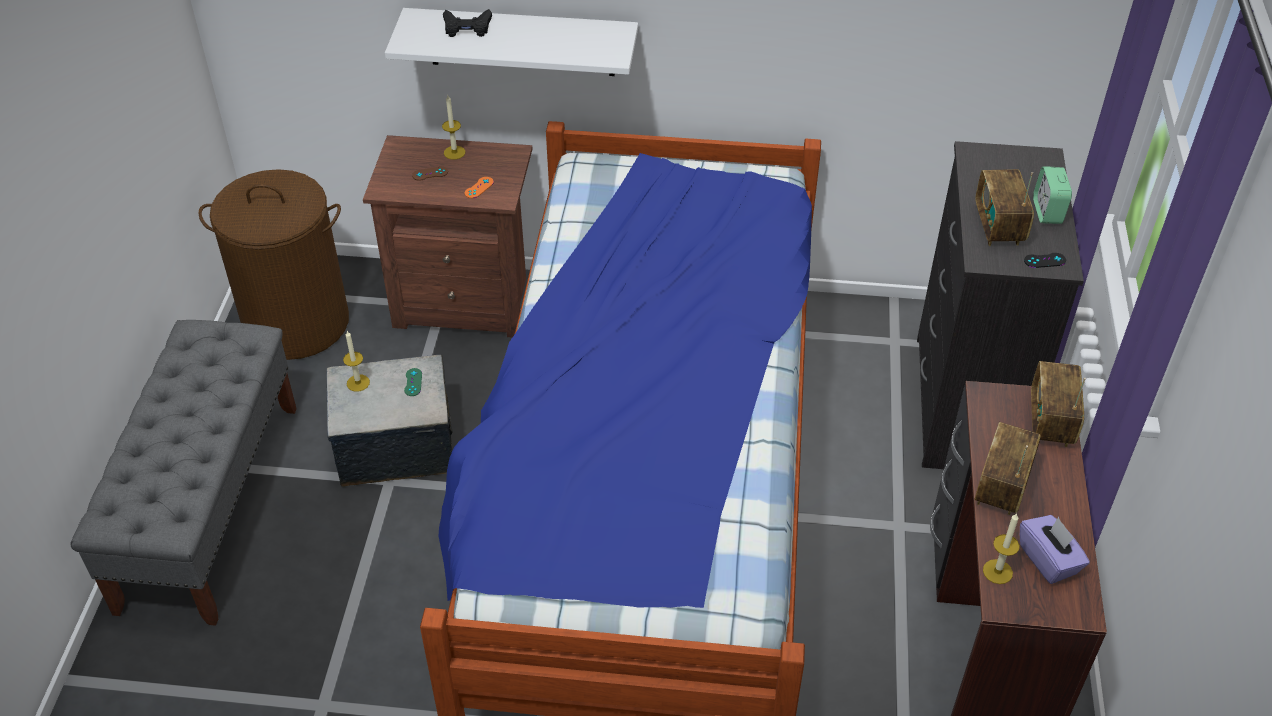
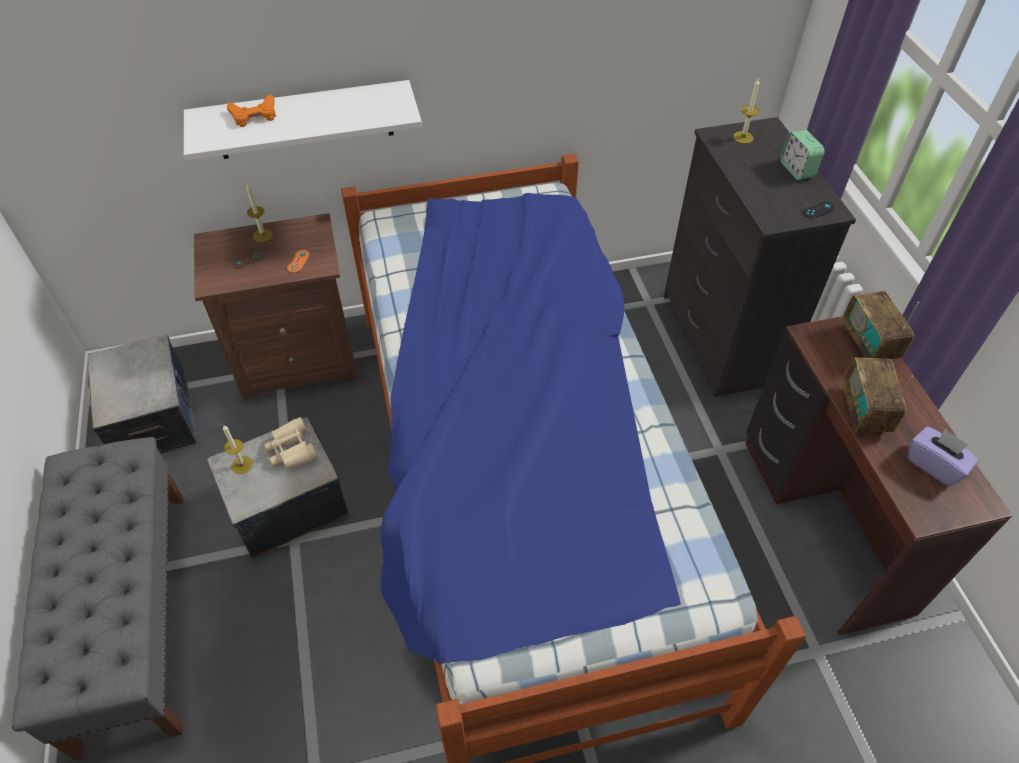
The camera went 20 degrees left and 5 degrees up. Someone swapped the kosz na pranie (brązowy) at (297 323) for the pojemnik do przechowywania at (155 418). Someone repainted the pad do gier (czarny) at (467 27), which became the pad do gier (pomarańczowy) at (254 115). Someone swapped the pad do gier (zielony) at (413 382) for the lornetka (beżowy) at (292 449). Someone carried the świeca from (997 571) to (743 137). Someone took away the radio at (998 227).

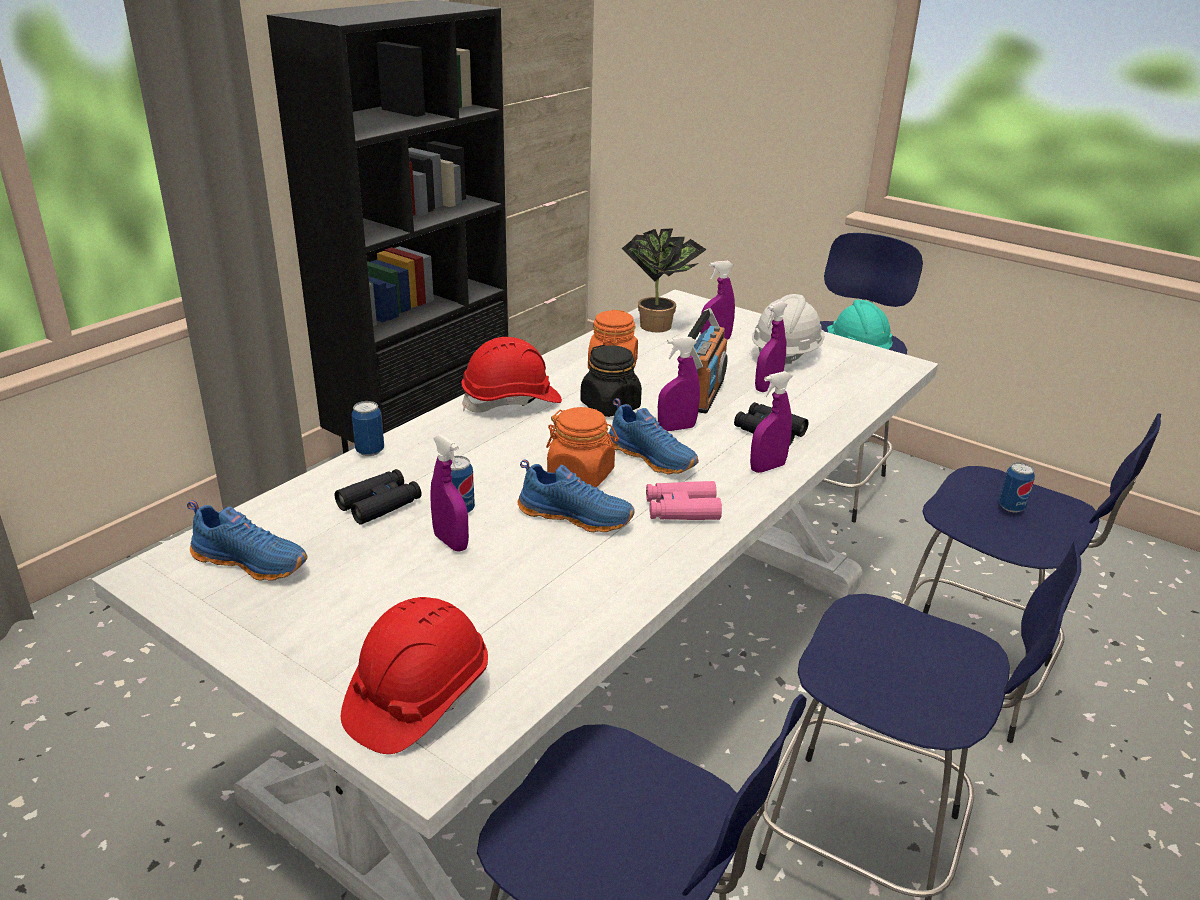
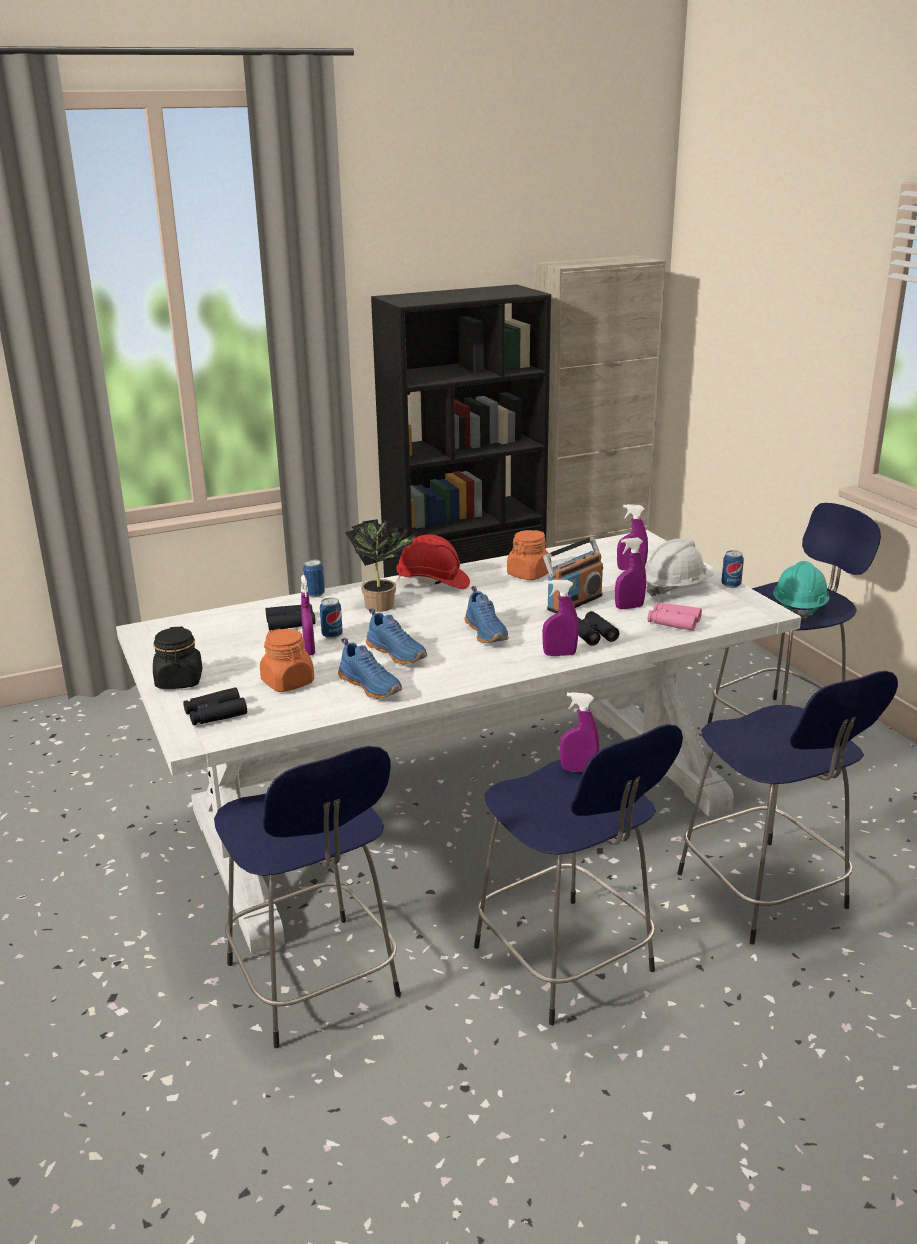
The camera went 30 degrees right and 5 degrees down. Someone carried the słoik (czarny) from (610 406) to (179 681). Someone swapped the kask (czerwony) at (417 698) for the lornetka (czarny) at (215 714). Someone carried the słoik (pomarańczowy) from (581 475) to (288 682). Someone carried the but (niebieski) from (252 561) to (371 686). Someone carried the roślina doniczkowa from (659 325) to (384 605). Someone carried the spryskiwacz (fioletowy) from (676 428) to (578 770). Someone carried the lornetka (różowy) from (682 509) to (673 622). Someone carried the puszka from (1011 507) to (731 585).

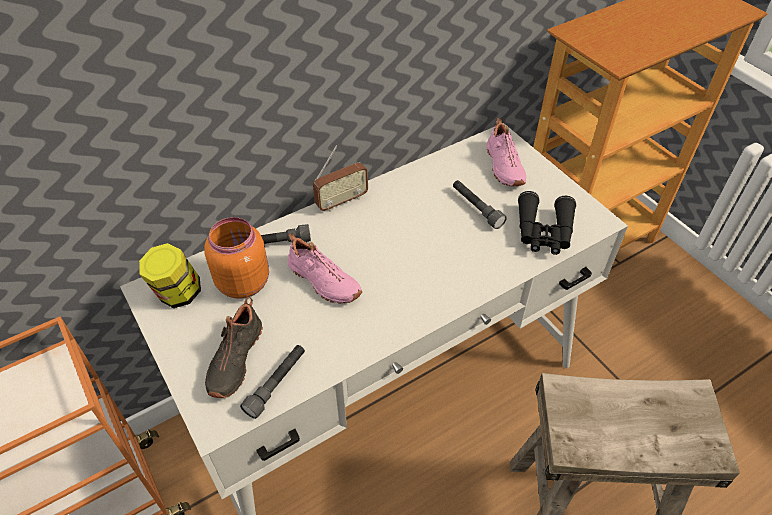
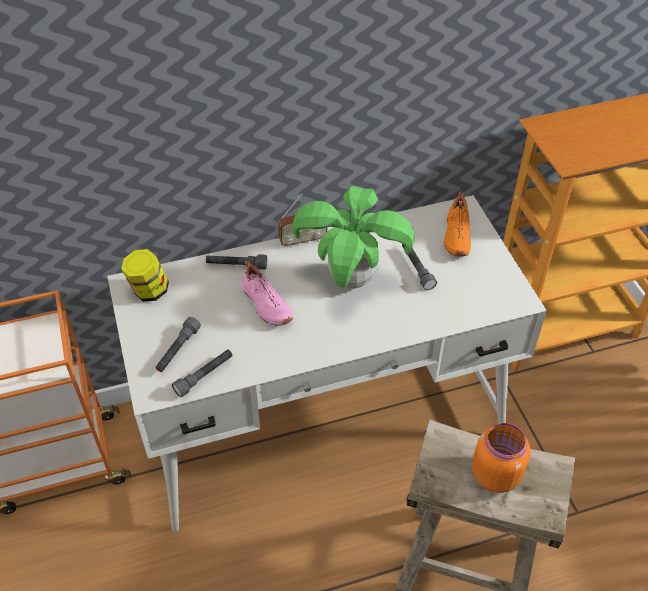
The camera went 15 degrees right and 0 degrees up. Someone swapped the but (czarny) at (234 359) for the latarka (szary) at (178 350). Someone put down the roślina doniczkowa at (351 279). Someone repainted the but (różowy) at (503 166), which became the but (pomarańczowy) at (456 236). Someone carried the słoik (pomarańczowy) from (243 281) to (495 473). Someone took away the lornetka (czarny) at (544 232).

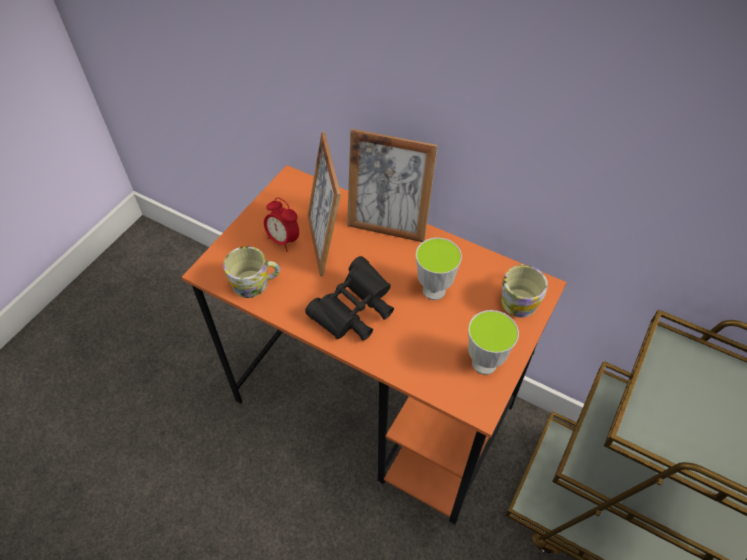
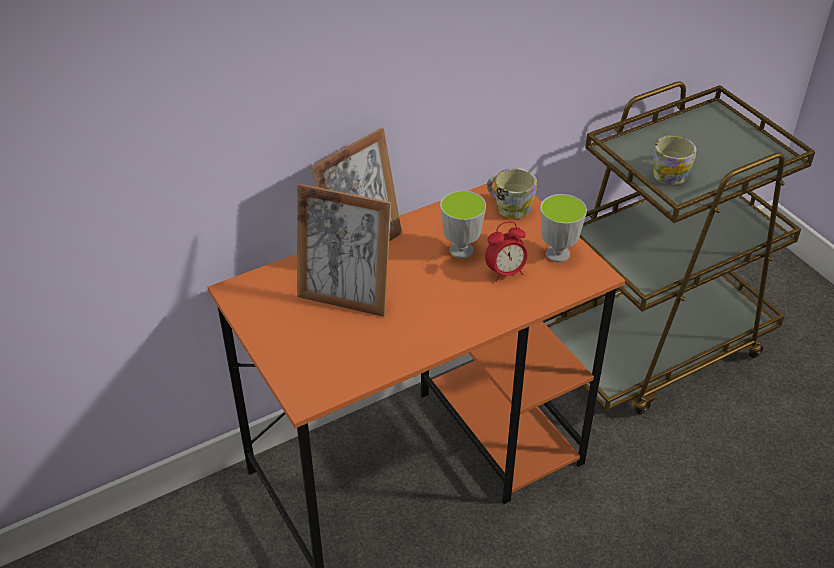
The camera went 60 degrees left and 10 degrees down. Someone carried the budzik from (283 240) to (505 272). Someone carried the kubek from (255 283) to (670 172). Someone took away the lornetka (czarny) at (354 312).

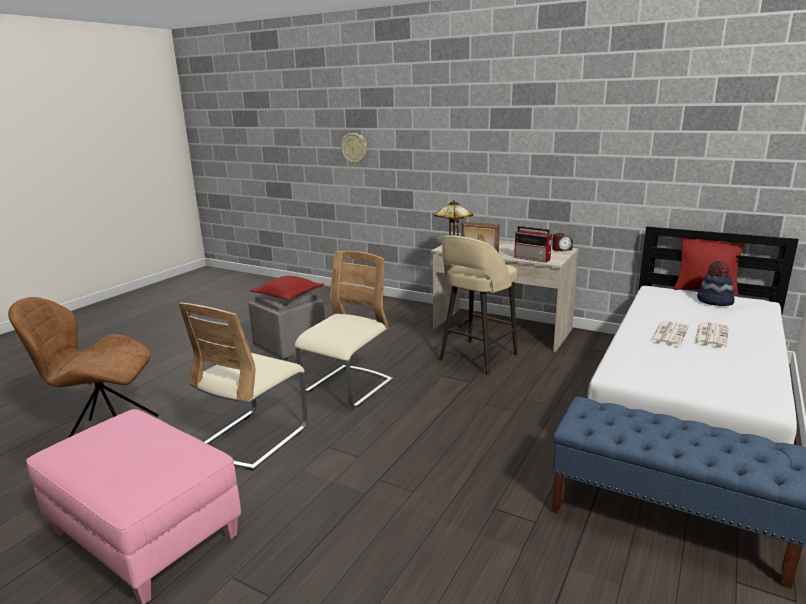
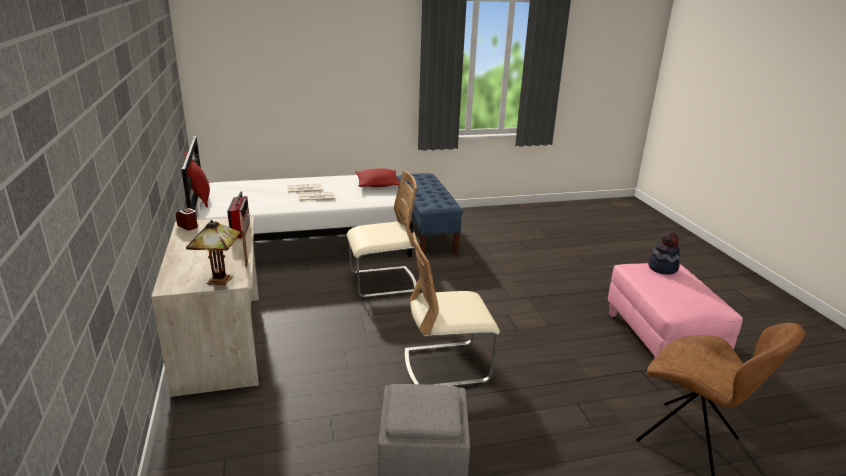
The camera went 135 degrees left and 5 degrees up. Someone carried the krzesło (beżowy) from (254 438) to (383 283). Someone carried the poduszka (czerwony) from (288 295) to (377 184). Someone carried the kapelusz from (714 301) to (663 268). Someone took away the zegar ścienny at (354 148). Someone took away the stołek (beżowy) at (476 358).

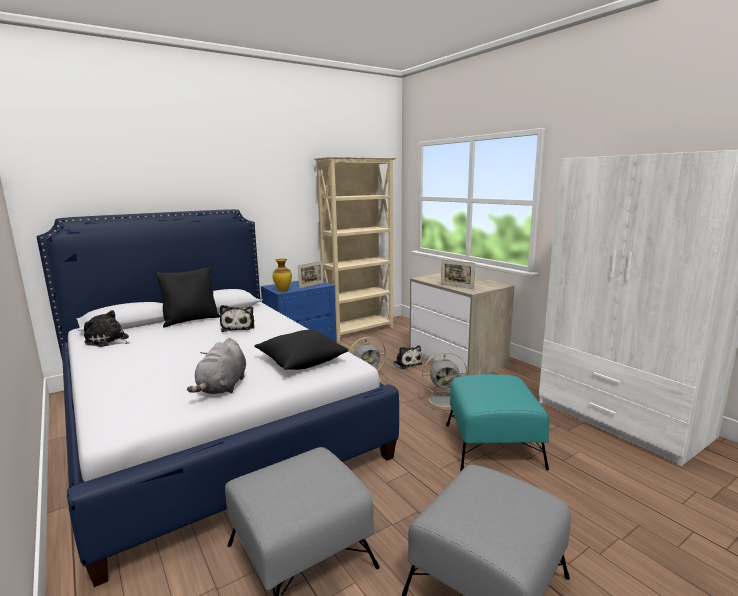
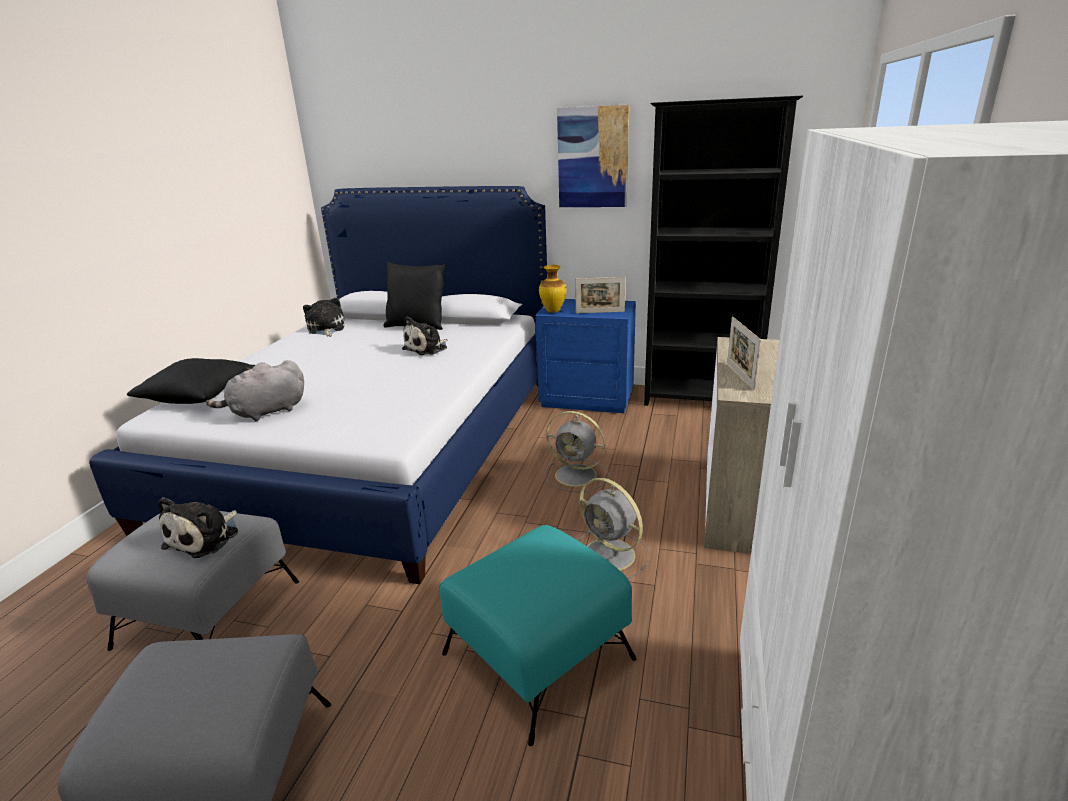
The camera went 50 degrees right and 10 degrees up. Someone carried the poduszka (czarny) from (300 361) to (199 394). Someone carried the pluszak from (406 363) to (205 537). Someone put up the obraz at (593 158). Someone repainted the regał (beżowy) at (359 331), which became the regał (czarny) at (701 400).

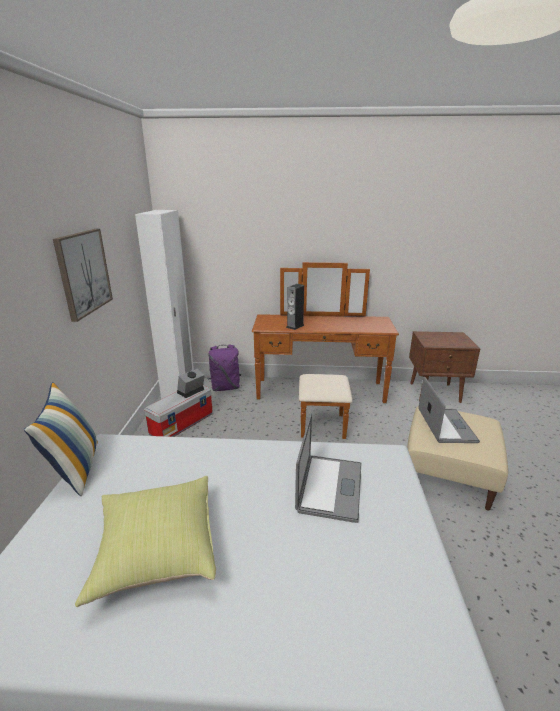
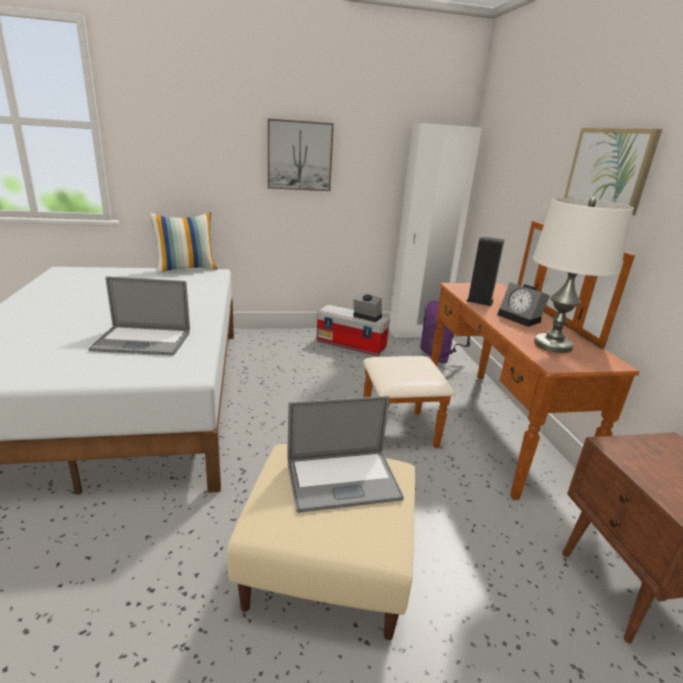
The camera went 75 degrees right and 0 degrees up. Someone put down the budzik at (521 318). Someone put down the lampa stołowa (biały) at (552 345). Someone put up the obraz at (609 168). Someone took away the poduszka (żółty) at (156 549).

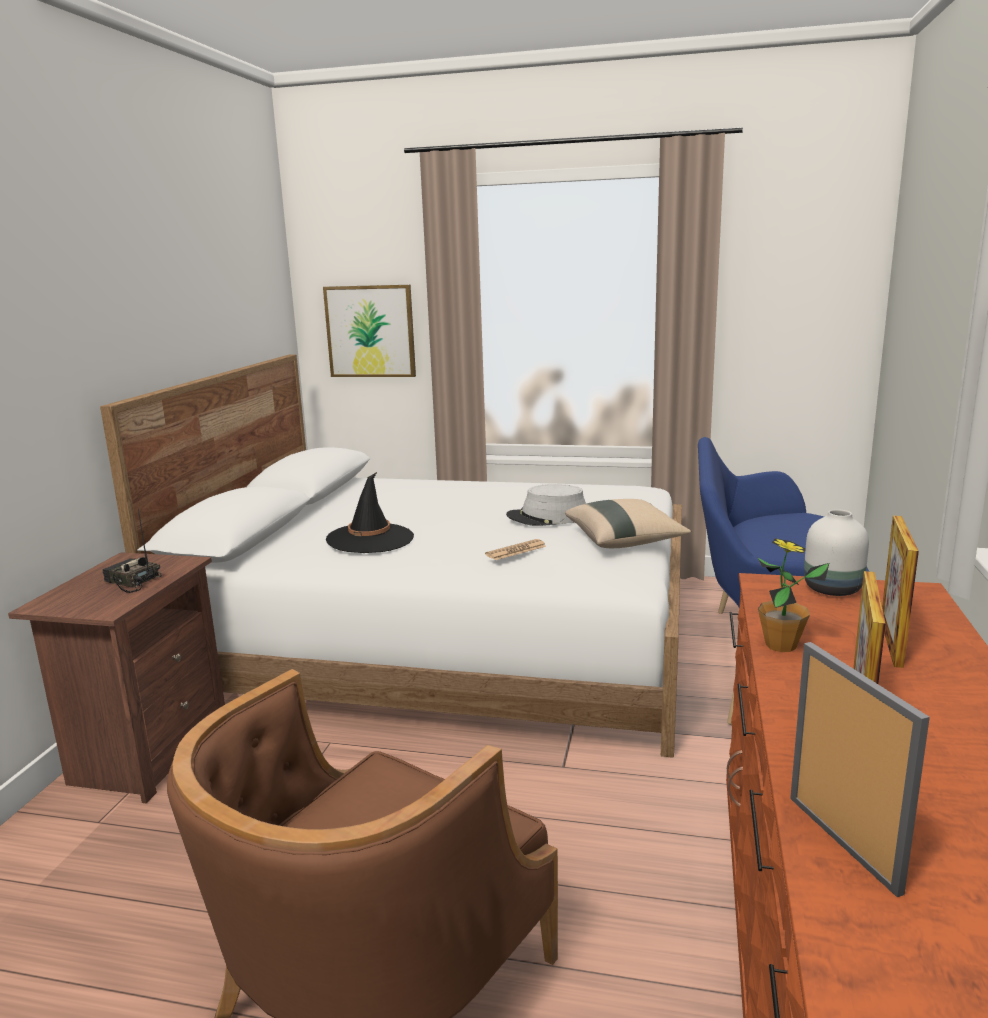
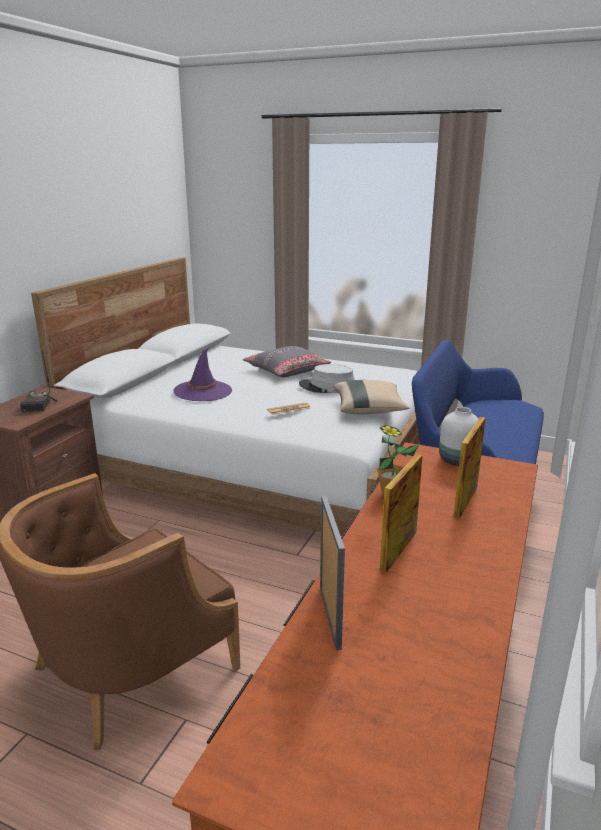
The camera went 10 degrees right and 5 degrees up. Someone rotated the radio at (131 582) by 135 degrees counterclockwise. Someone repainted the kapelusz (czarny) at (370 539), which became the kapelusz (fioletowy) at (203 391). Someone put down the poduszka (szary) at (286 370). Someone took away the obraz at (370 331).

